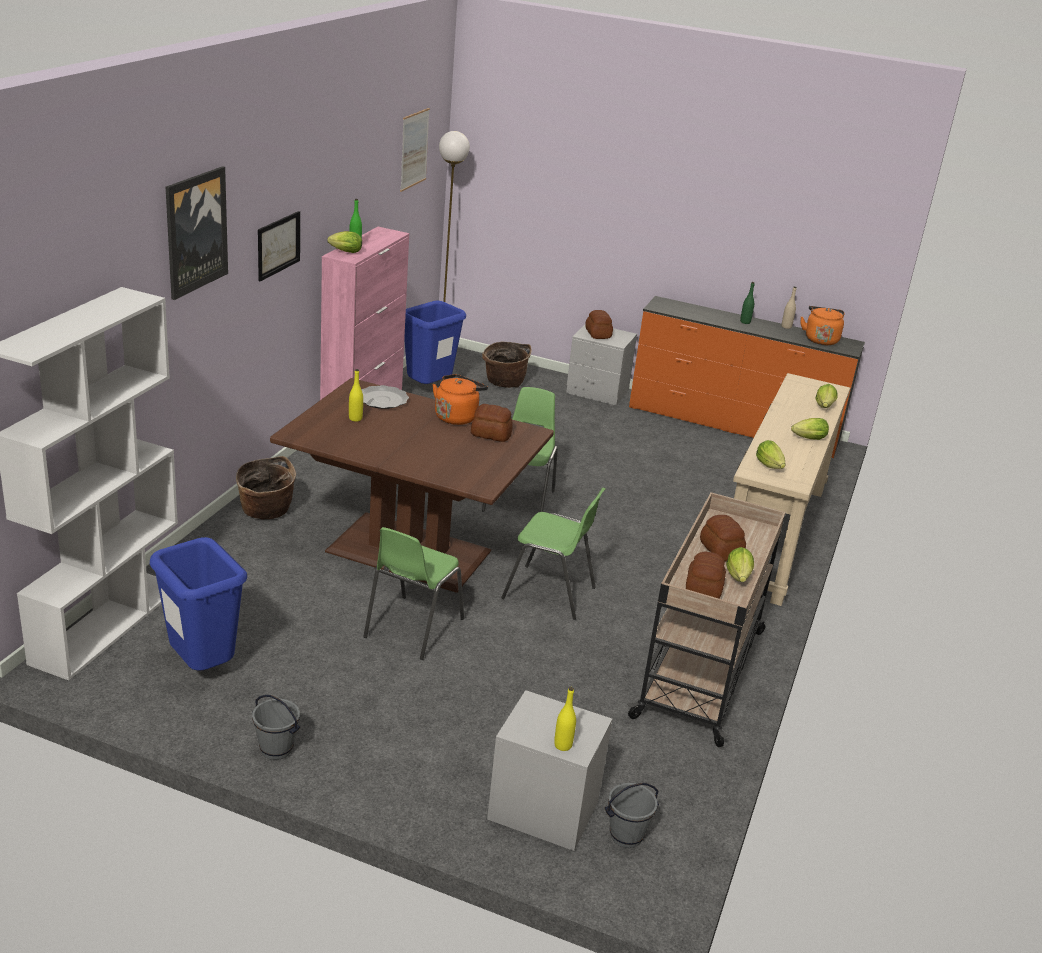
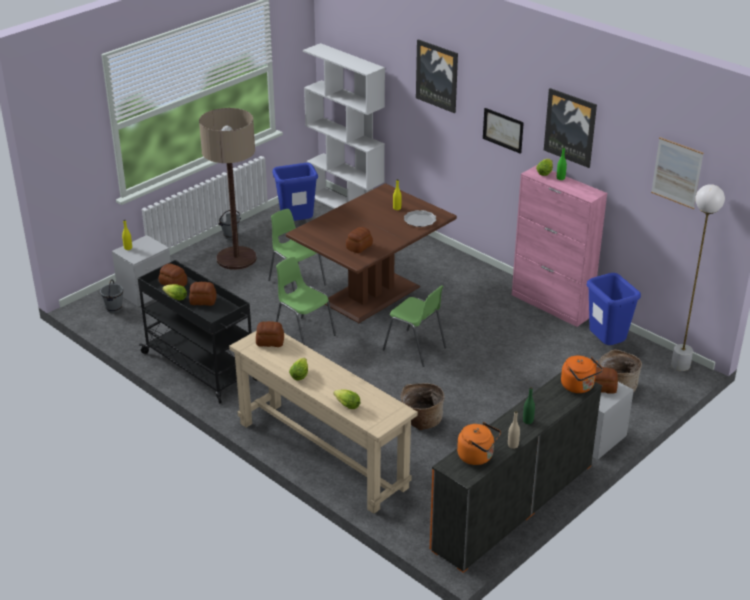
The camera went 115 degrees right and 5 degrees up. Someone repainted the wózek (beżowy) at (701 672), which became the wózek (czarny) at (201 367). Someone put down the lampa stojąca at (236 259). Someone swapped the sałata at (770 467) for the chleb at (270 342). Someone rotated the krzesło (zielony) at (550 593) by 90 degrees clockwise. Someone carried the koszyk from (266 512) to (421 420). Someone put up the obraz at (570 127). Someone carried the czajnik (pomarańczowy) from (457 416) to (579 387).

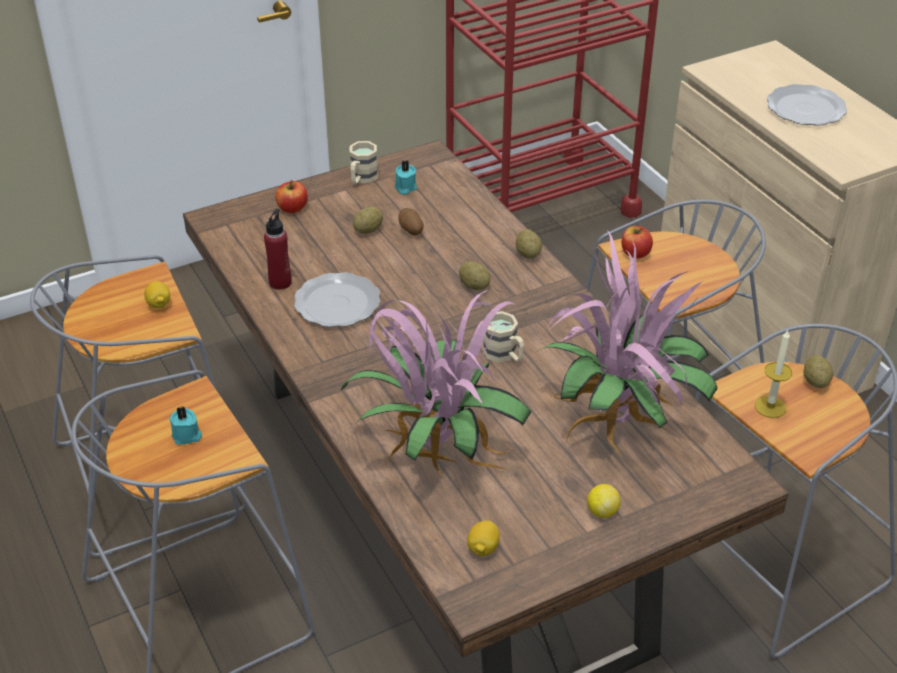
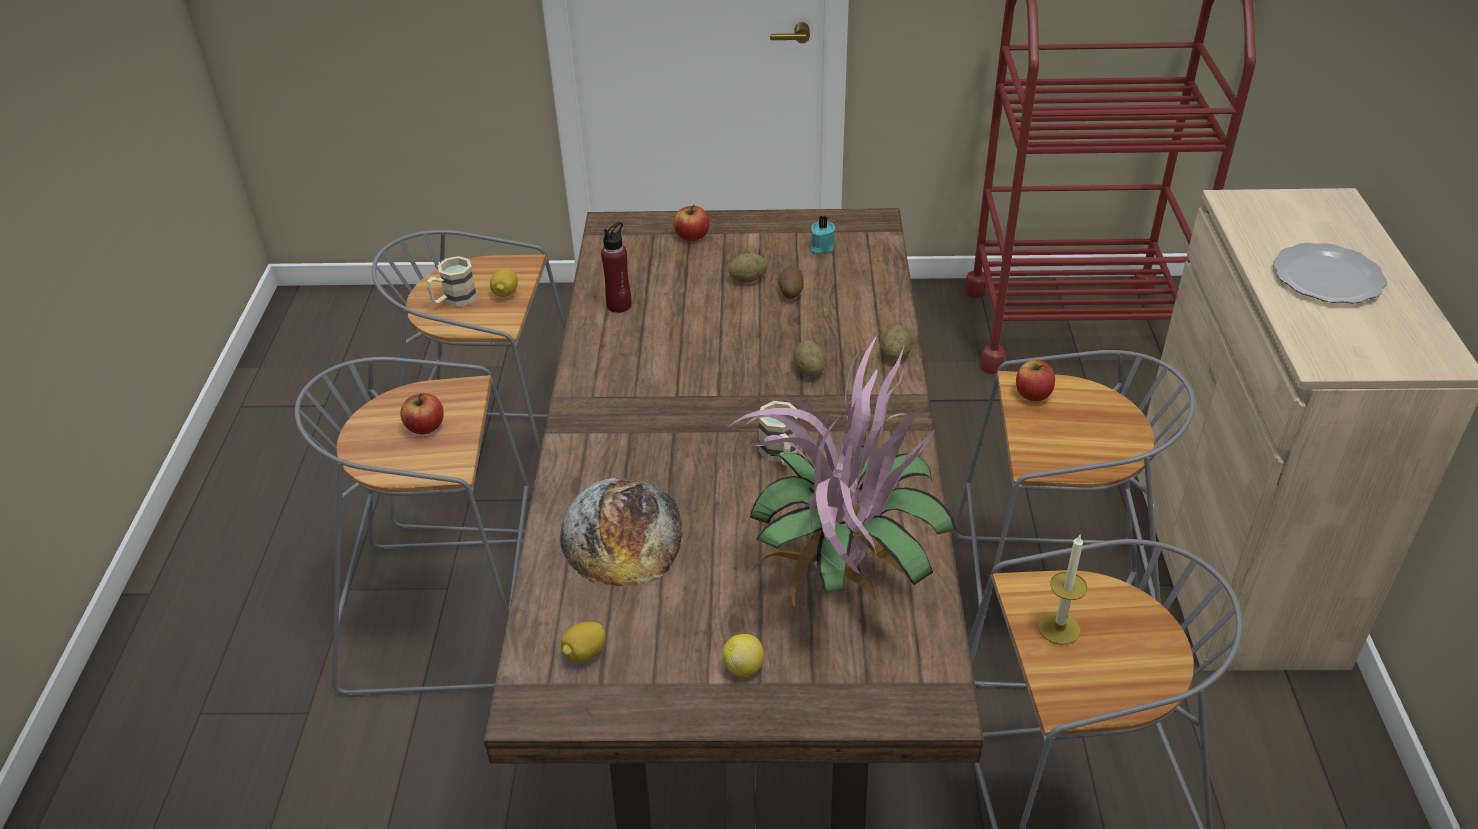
The camera went 30 degrees right and 0 degrees up. Someone swapped the świeca (turkusowy) at (187 436) for the jabłko at (425 427). Someone carried the kubek (beżowy) from (361 179) to (454 300). Someone swapped the roślina doniczkowa at (435 453) for the chleb at (622 532). Someone took away the talerz at (336 303). Someone took away the ziemniak at (815 381).

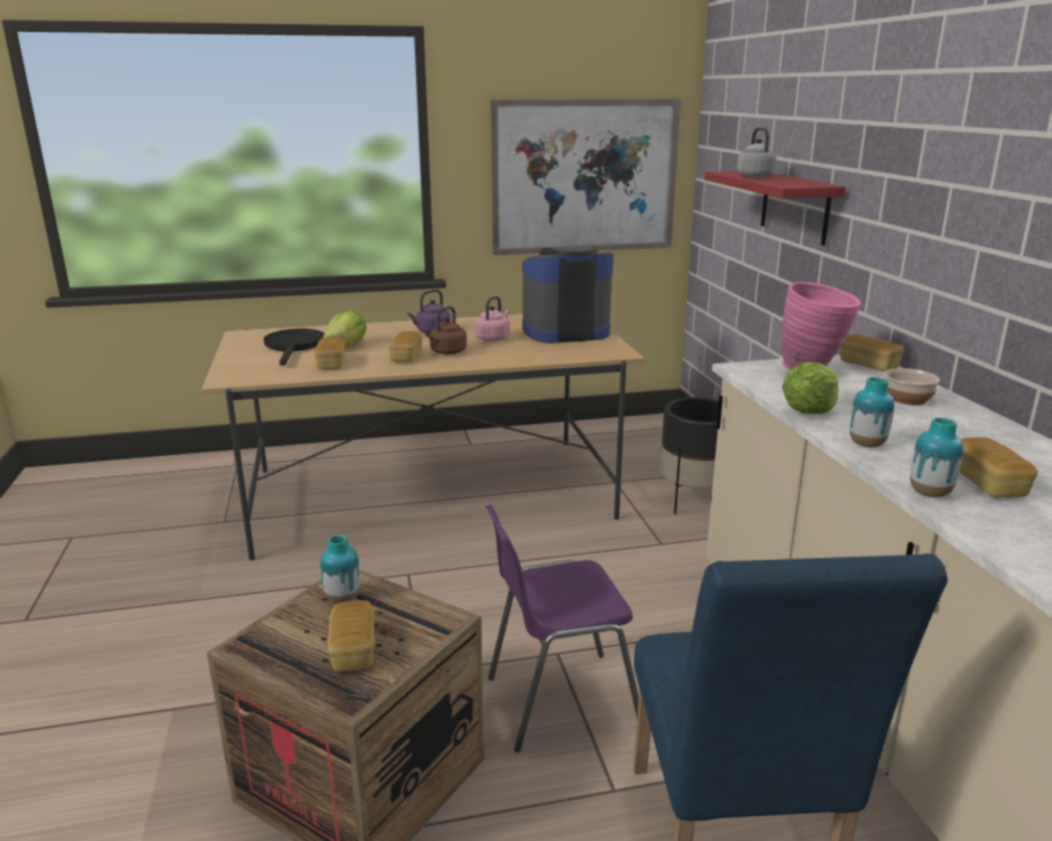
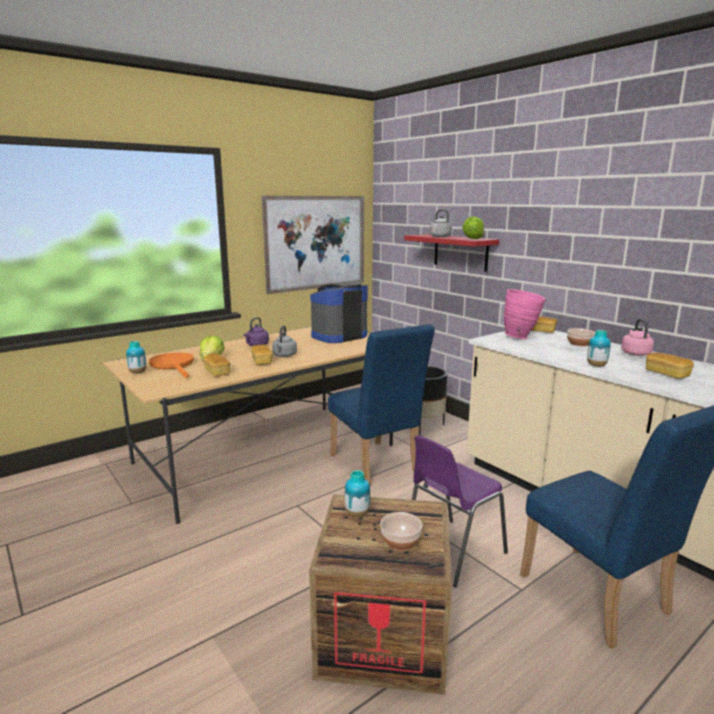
The camera went 25 degrees left and 5 degrees down. Someone carried the wazon from (929 493) to (138 372). Someone repainted the patelnia (czarny) at (294 347), which became the patelnia (pomarańczowy) at (174 365). Someone repainted the czajnik (brązowy) at (447 352), which became the czajnik (szary) at (284 355). Someone put down the krzesło (niebieski) at (376 466). Someone swapped the chleb at (353 651) for the miska at (400 541). Someone carried the sałata from (809 411) to (472 239). Someone carried the czajnik (różowy) from (493 338) to (635 353).

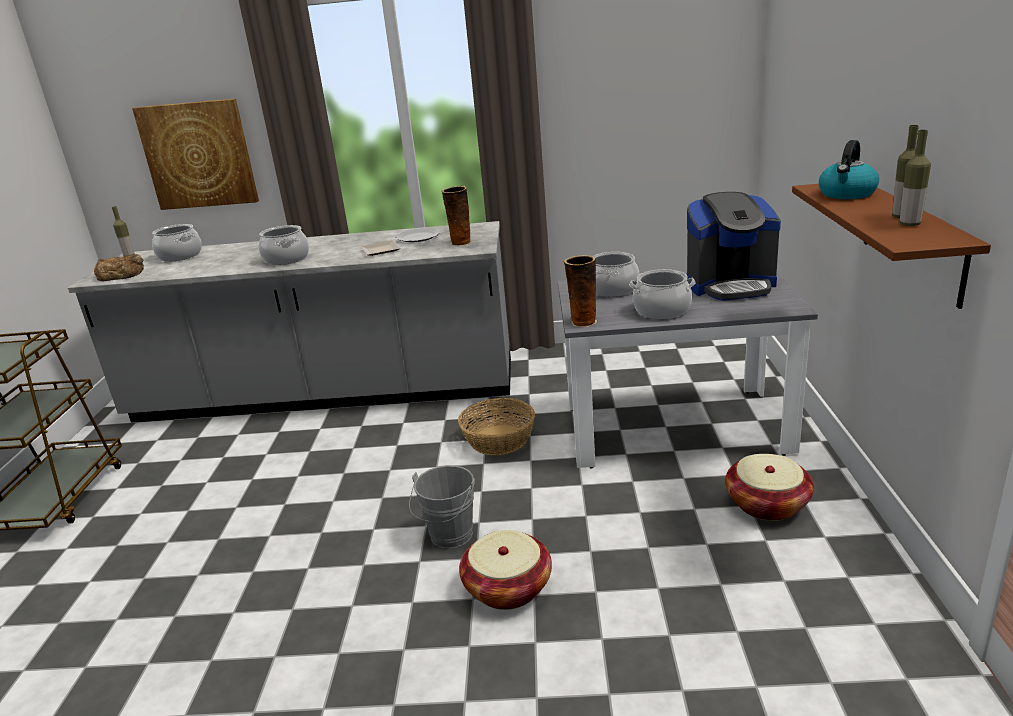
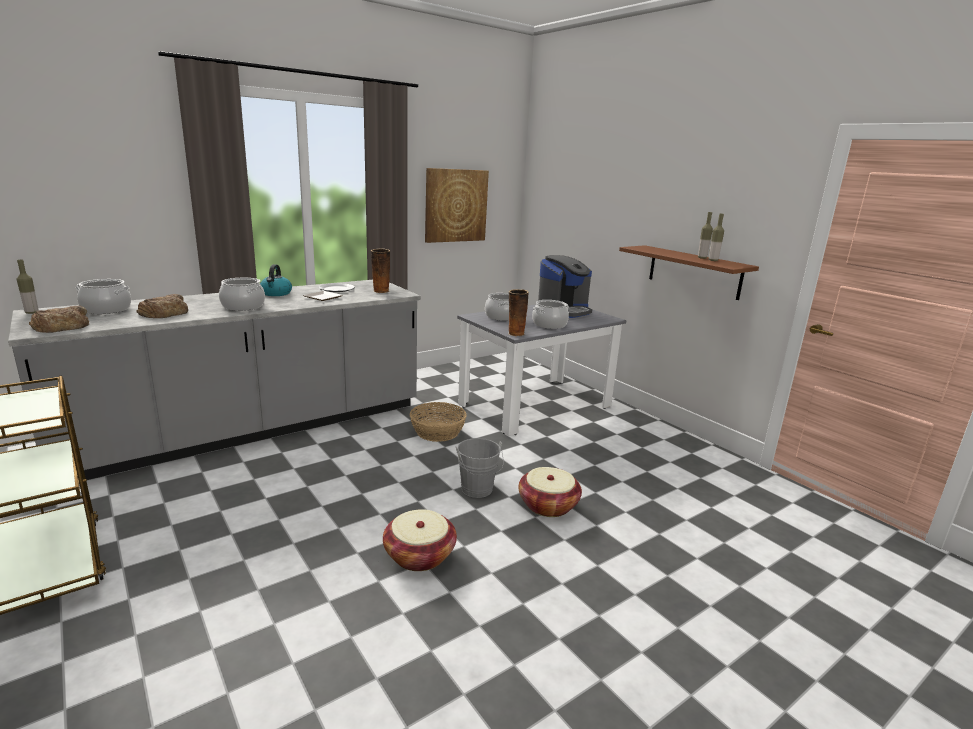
The camera went 40 degrees left and 5 degrees down. Someone put down the chleb at (164 312). Someone carried the czajnik from (847 194) to (276 293). Someone carried the koszyk from (767 504) to (419 555). Someone carried the obraz from (198 155) to (455 205).

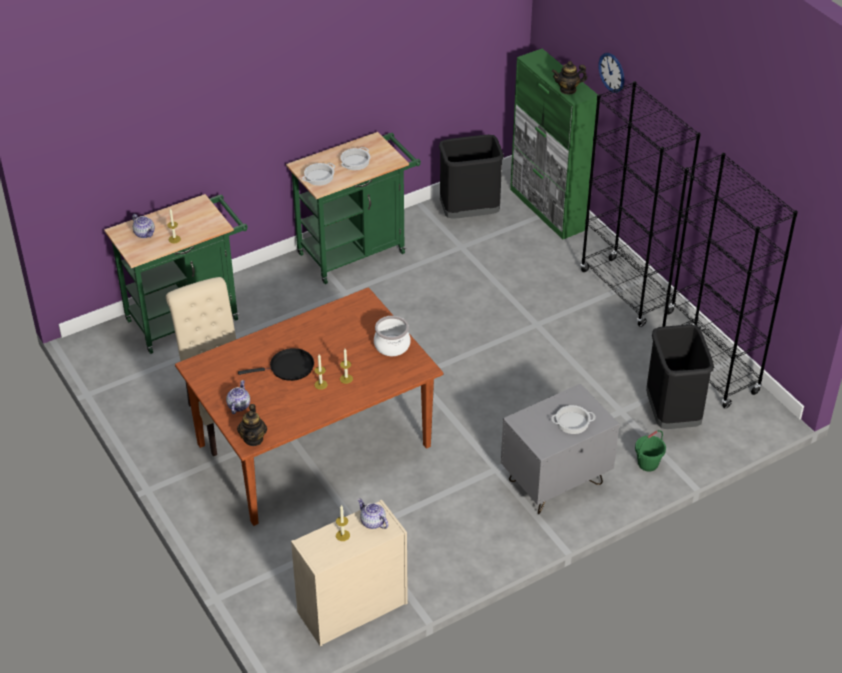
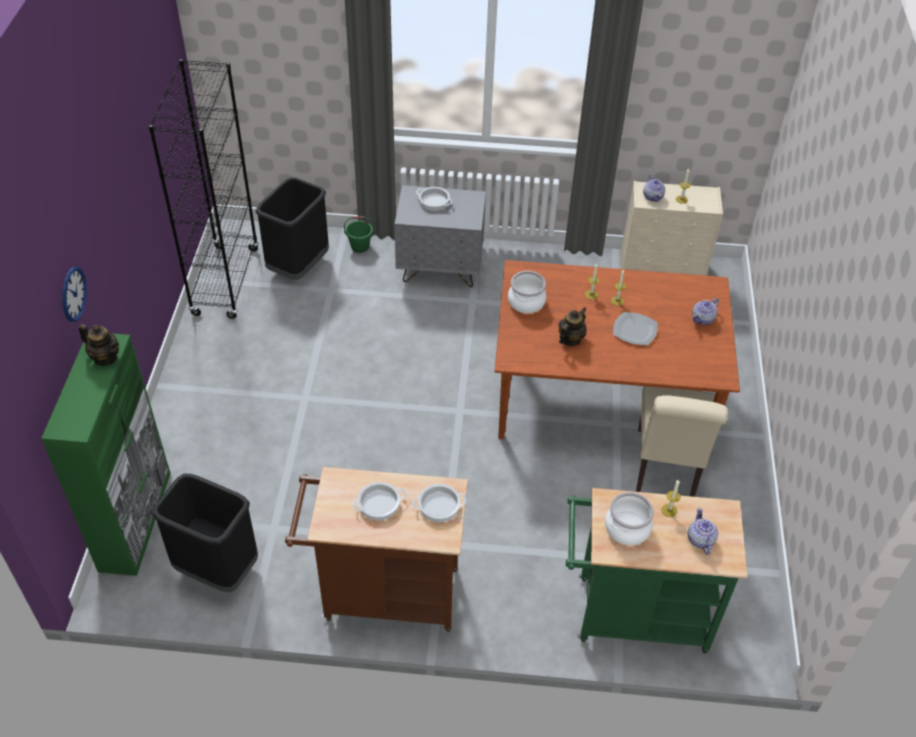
The camera went 145 degrees left and 5 degrees up. Someone repainted the wózek (zielony) at (357 250), which became the wózek (brązowy) at (382 594). Someone carried the imbryk from (253 439) to (570 339). Someone put down the garnek at (627 528). Someone swapped the patelnia (czarny) at (288 368) for the talerz at (634 330). Someone took away the regał (czarny) at (626 292).

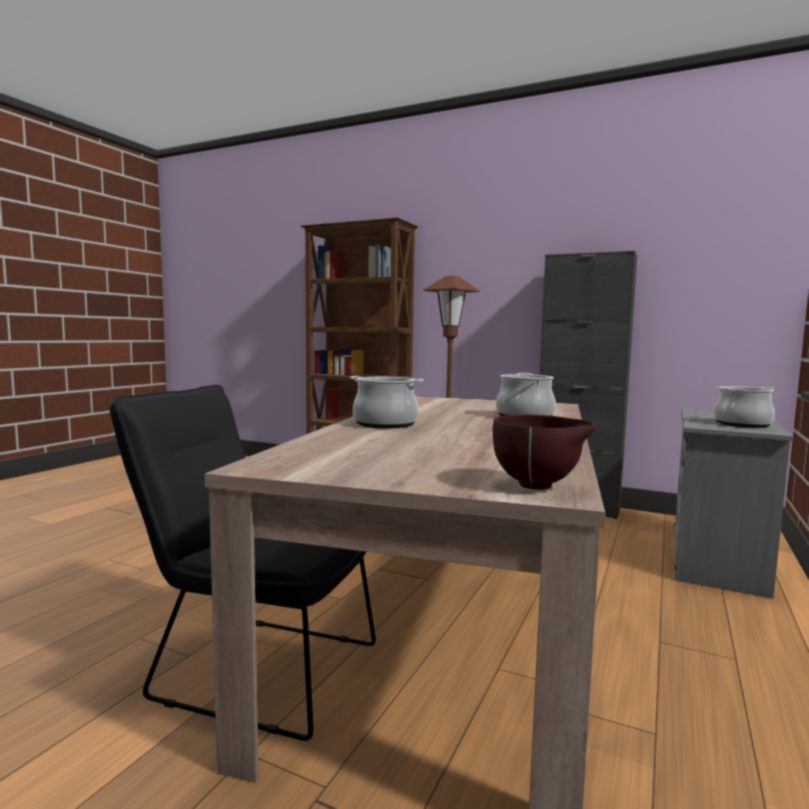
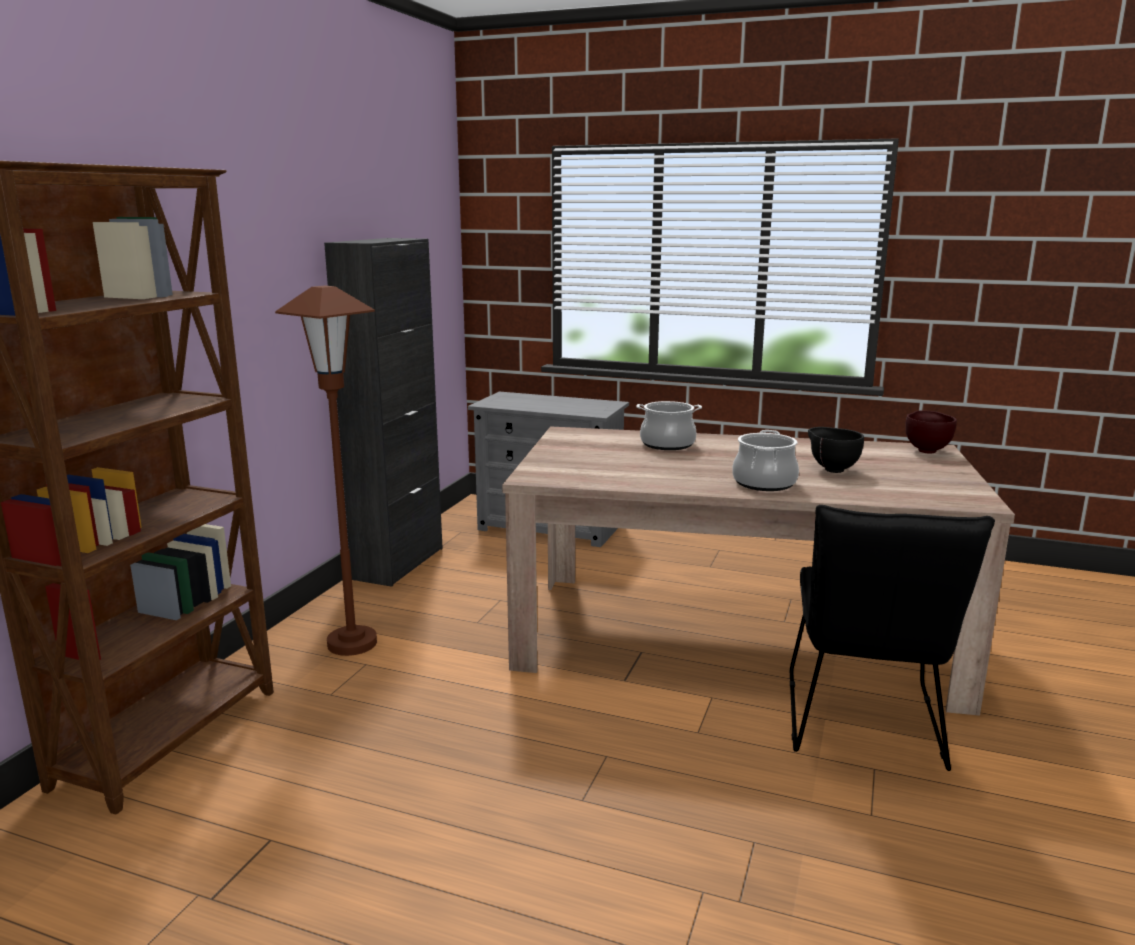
The camera went 95 degrees left and 10 degrees up. Someone put down the miska (czarny) at (831 469). Someone took away the garnek at (742 424).

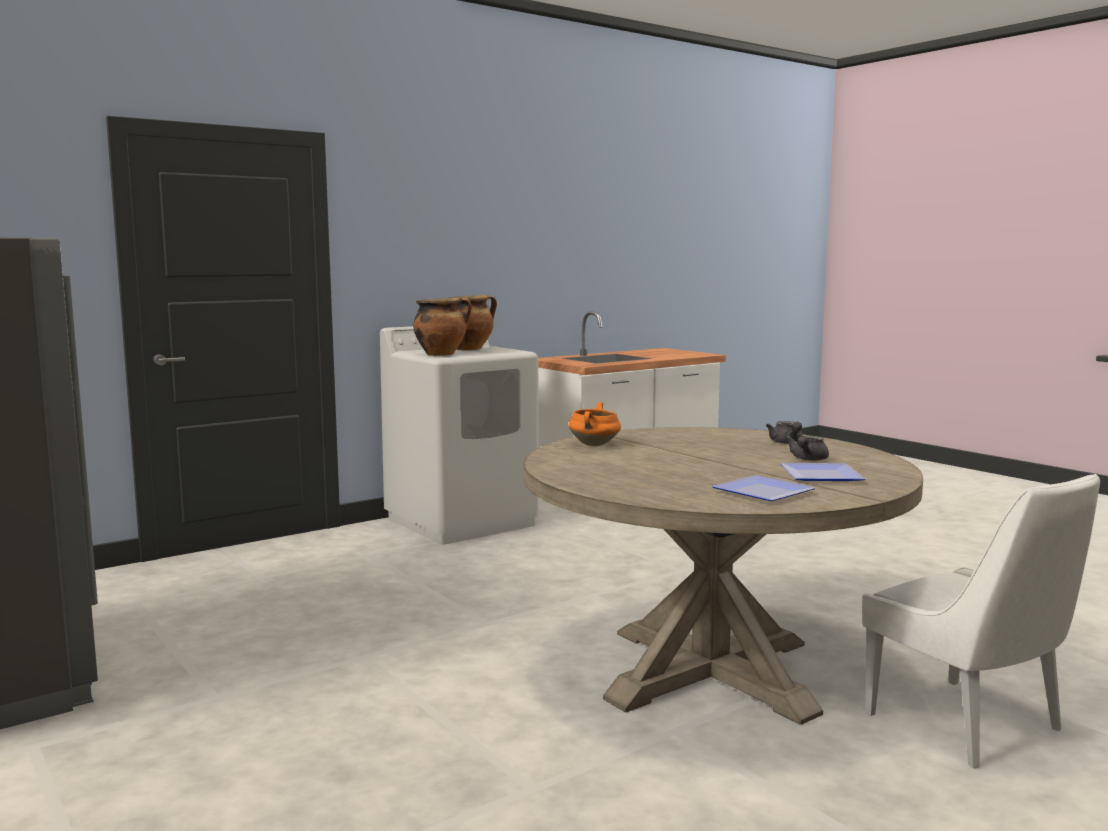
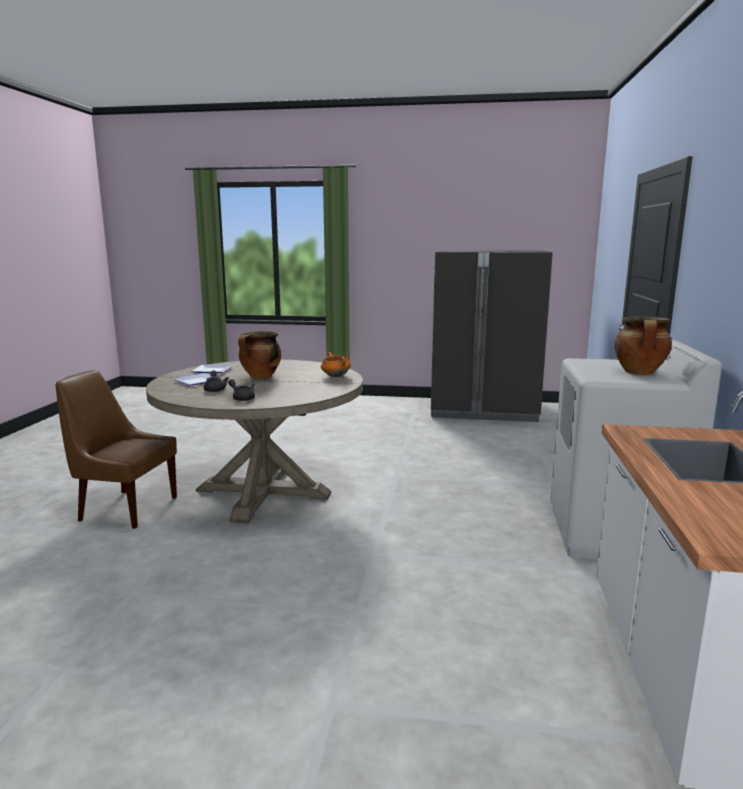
The camera went 135 degrees right and 5 degrees up. Someone repainted the krzesło (biały) at (968 725), which became the krzesło (brązowy) at (125 508). Someone carried the garnek from (442 354) to (260 377).

